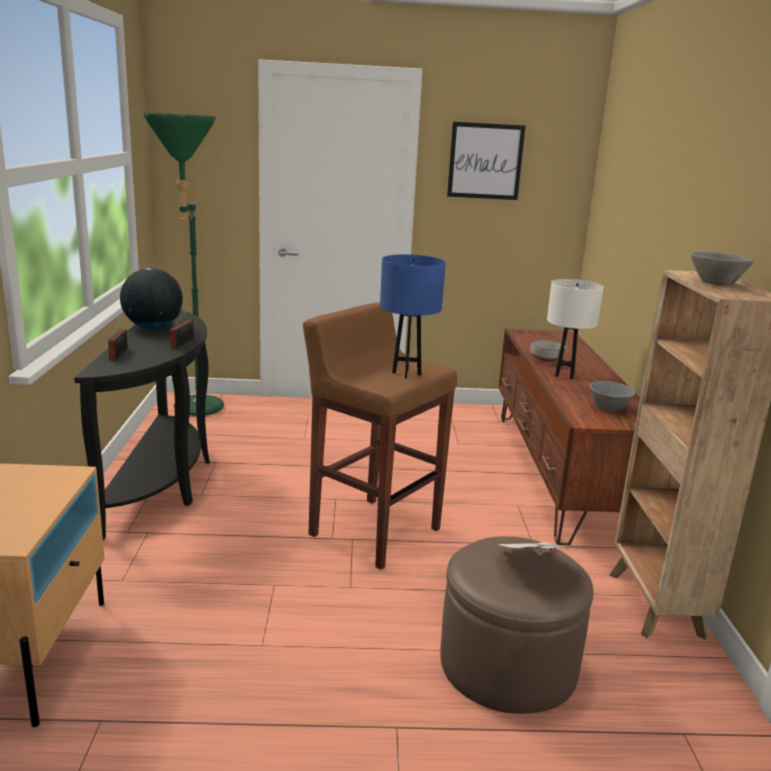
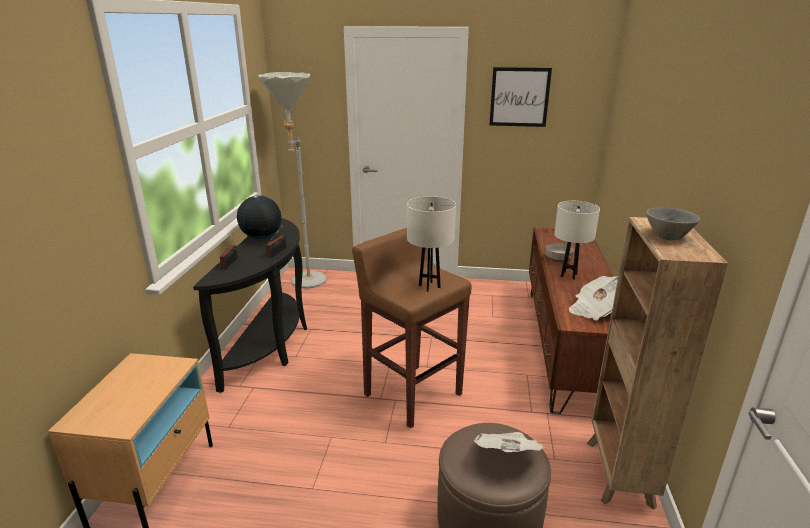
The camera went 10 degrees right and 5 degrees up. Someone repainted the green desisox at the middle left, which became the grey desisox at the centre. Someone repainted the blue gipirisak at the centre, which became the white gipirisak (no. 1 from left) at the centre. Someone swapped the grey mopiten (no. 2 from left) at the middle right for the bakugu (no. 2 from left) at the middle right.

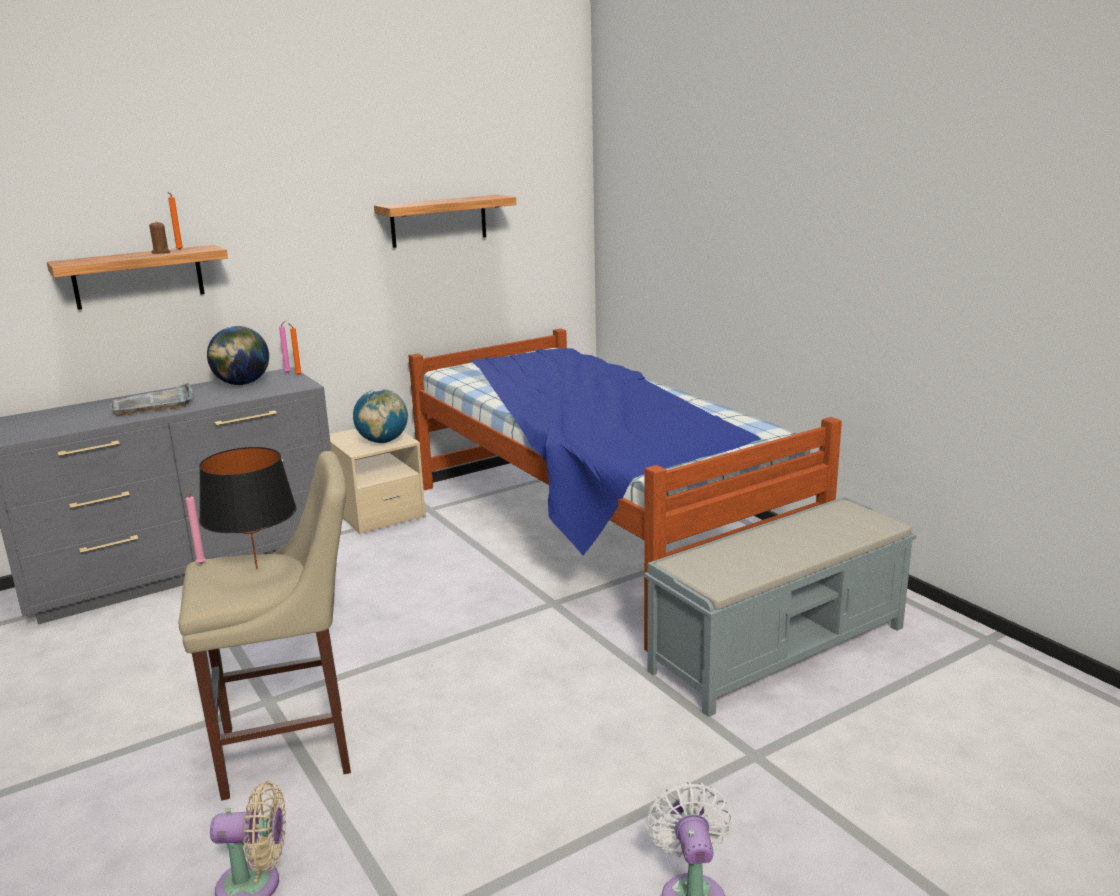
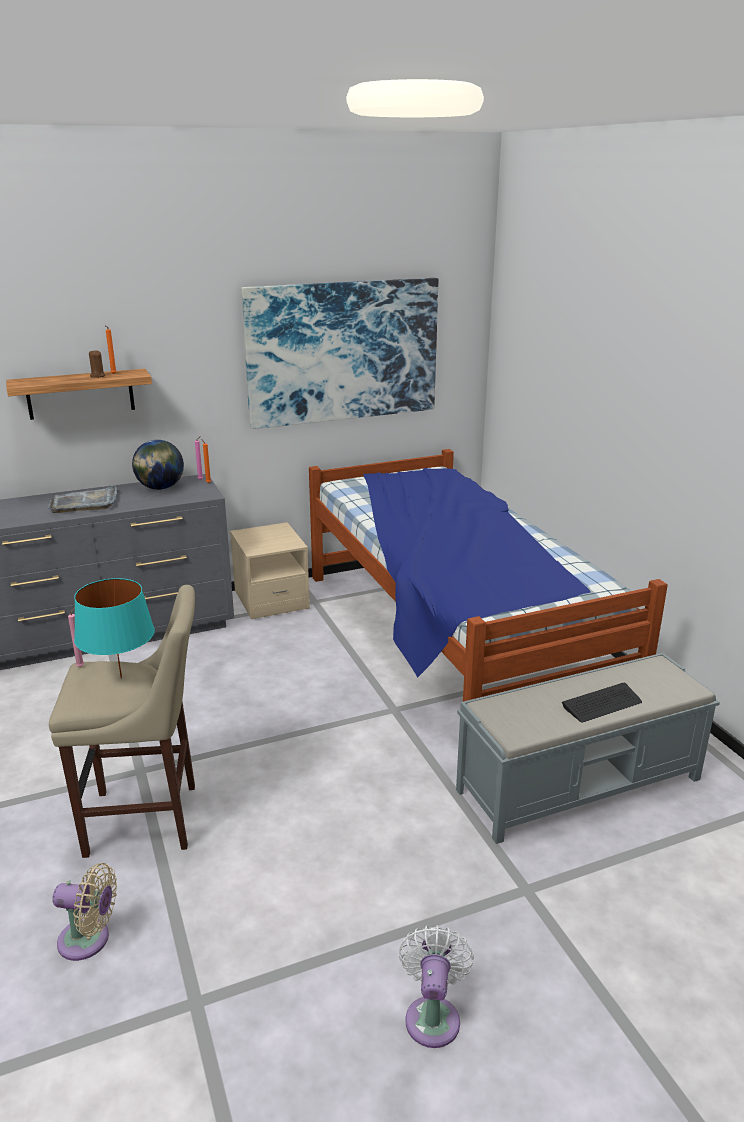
The camera went 10 degrees right and 5 degrees up. Someone swapped the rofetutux (no. 2 from left) at the top centre for the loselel at the top centre. Someone took away the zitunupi (no. 2 from left) at the centre. Someone repainted the black gipirisak at the middle left, which became the turquoise gipirisak at the middle left. Someone put down the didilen at the middle right.

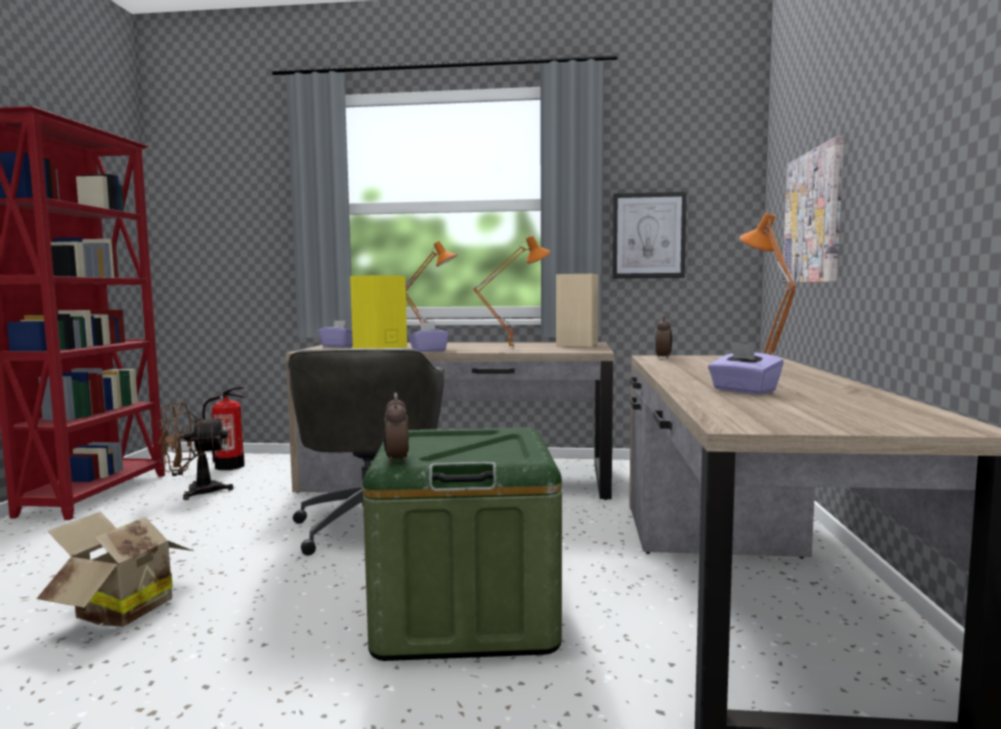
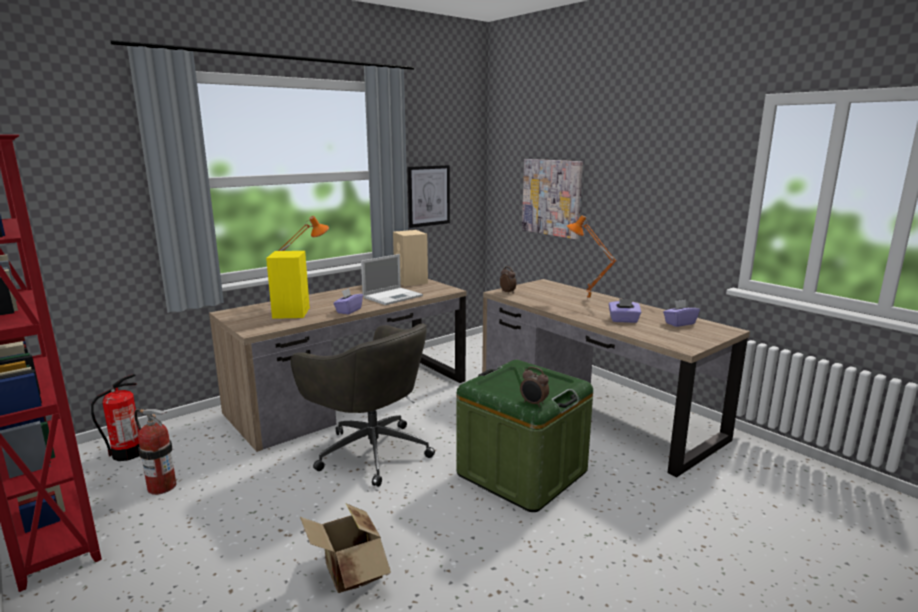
The camera went 45 degrees left and 10 degrees up. Someone swapped the orange gipirisak (no. 2 from left) at the centre for the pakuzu at the centre. Someone carried the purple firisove (no. 1 from left in the first image) from the centre to the middle right. Someone swapped the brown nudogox at the middle left for the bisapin (no. 2 from left) at the bottom left.

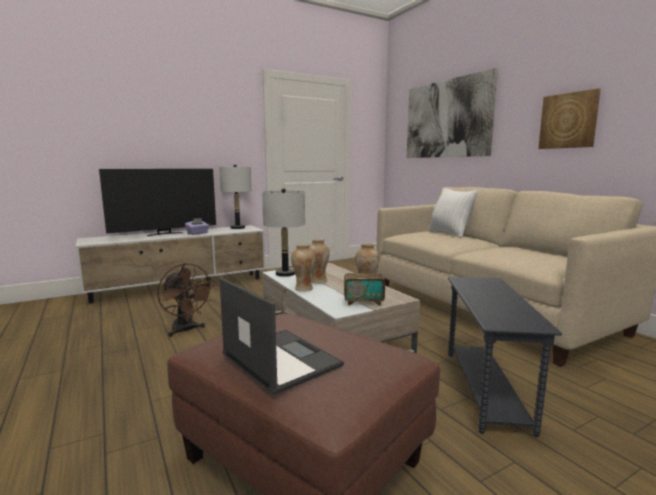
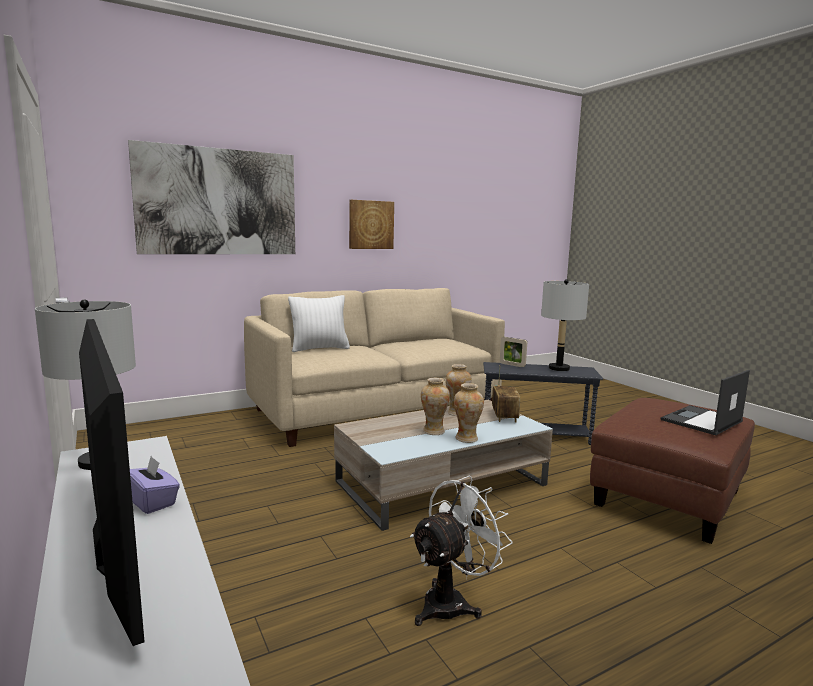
The camera went 90 degrees left and 0 degrees up. Someone carried the grey gipirisak (no. 2 from left) from the centre to the middle right. Someone repainted the brown nudogox at the middle left, which became the white nudogox at the bottom centre. Someone put down the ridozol at the centre.

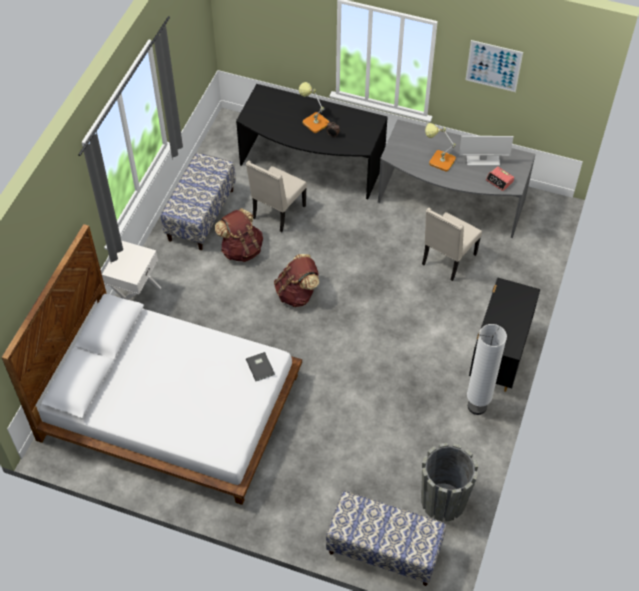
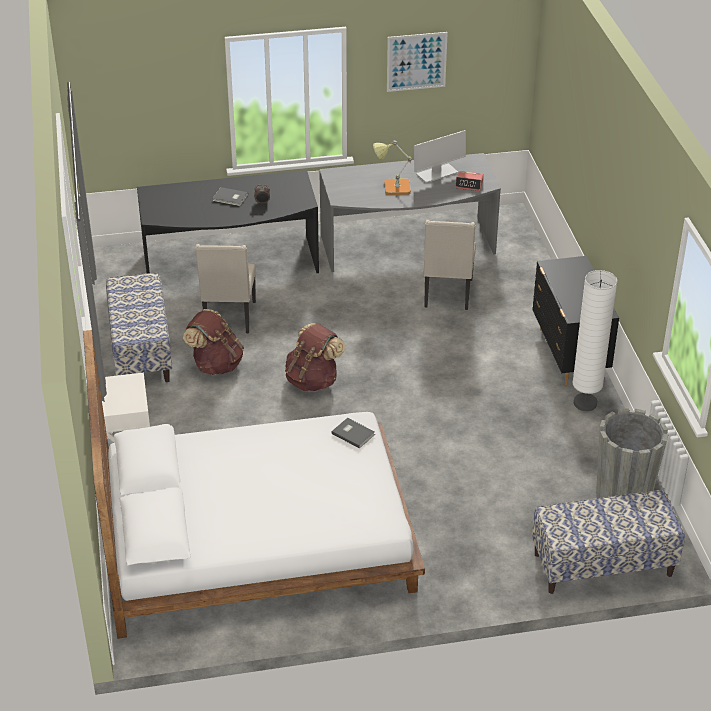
The camera went 30 degrees left and 15 degrees down. Someone swapped the gipirisak (no. 1 from left) at the top centre for the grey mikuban (no. 1 from left) at the top left.

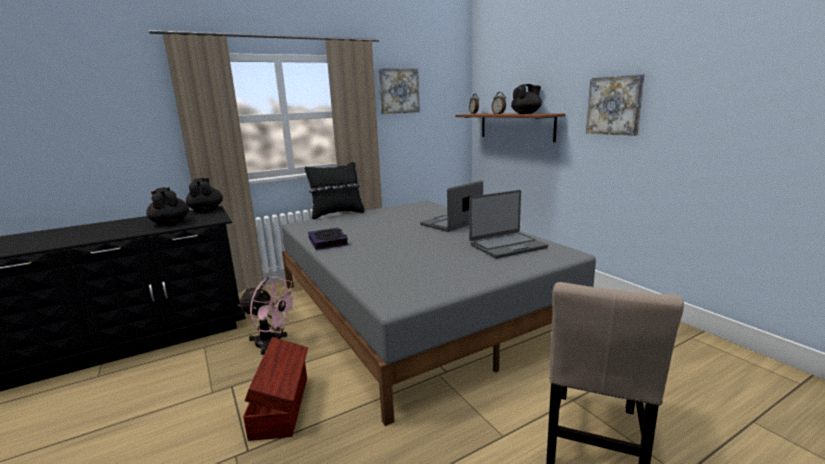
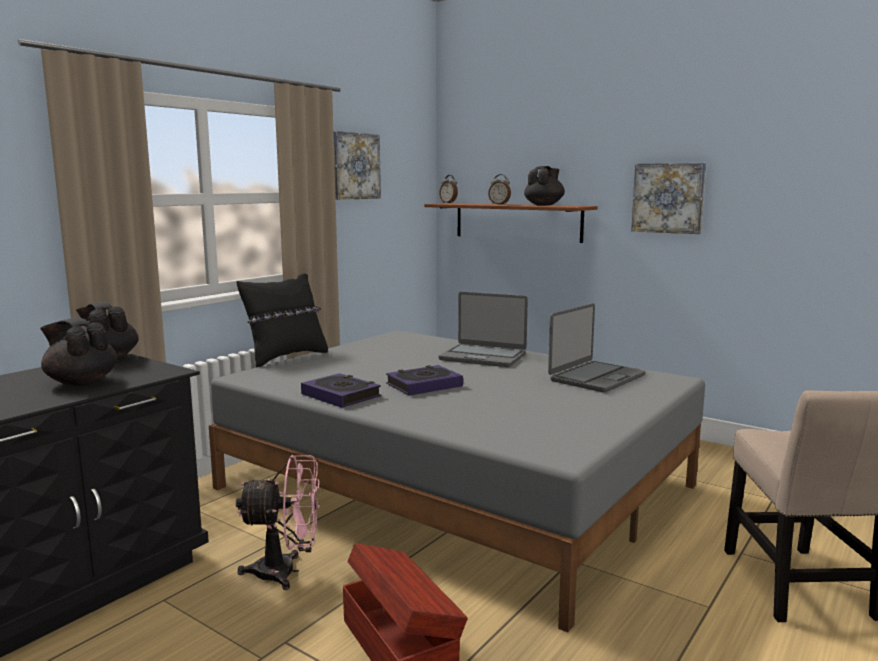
The camera went 25 degrees left and 5 degrees down. Someone rotated the pakuzu (no. 1 from left) at the centre by 90 degrees counterclockwise. Someone put down the mikuban (no. 2 from left) at the centre.

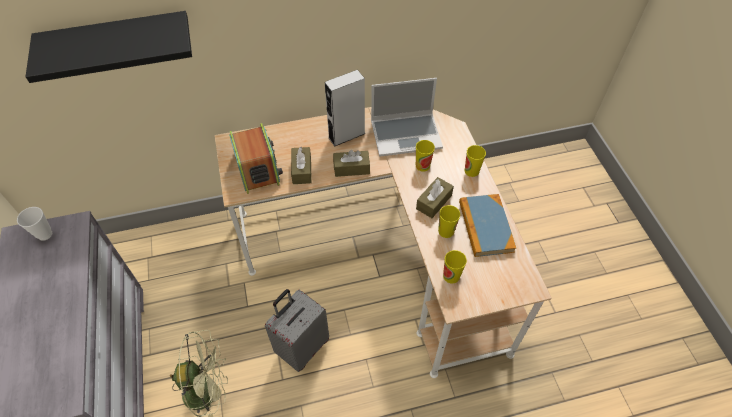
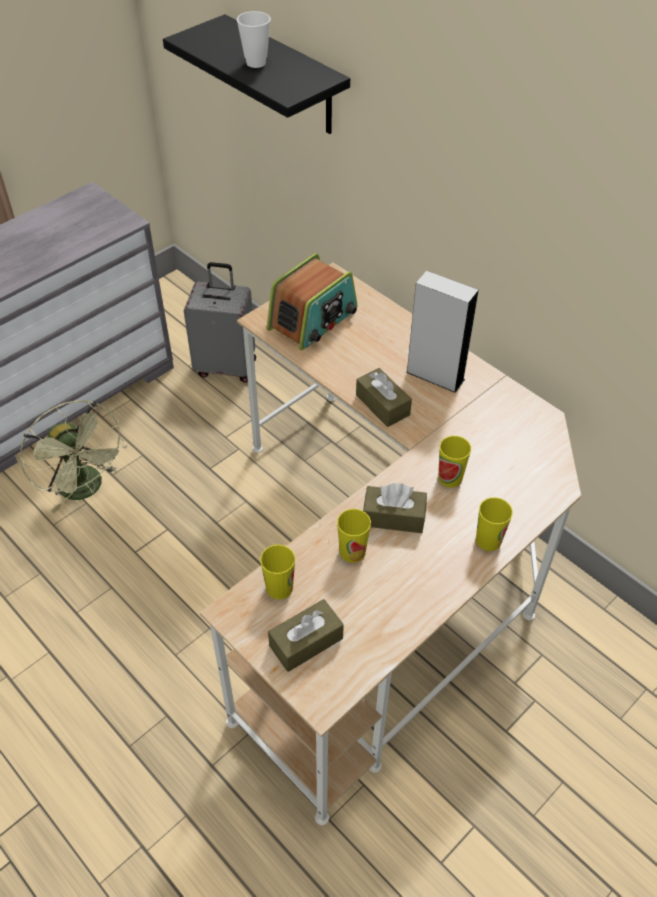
The camera went 60 degrees right and 5 degrees down. Someone took away the pakuzu at the top centre. Someone carried the brown firisove (no. 1 from left) from the centre to the bottom centre. Someone took away the mikuban at the centre. Someone carried the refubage (no. 1 from left) from the middle left to the top centre. Someone carried the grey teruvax from the bottom centre to the centre.

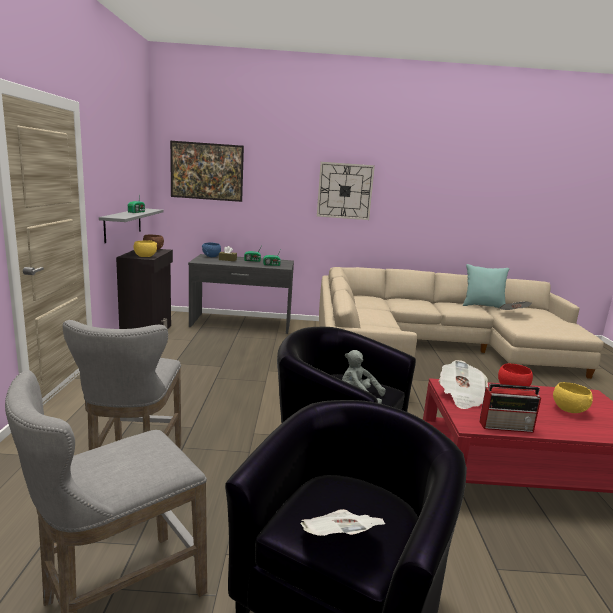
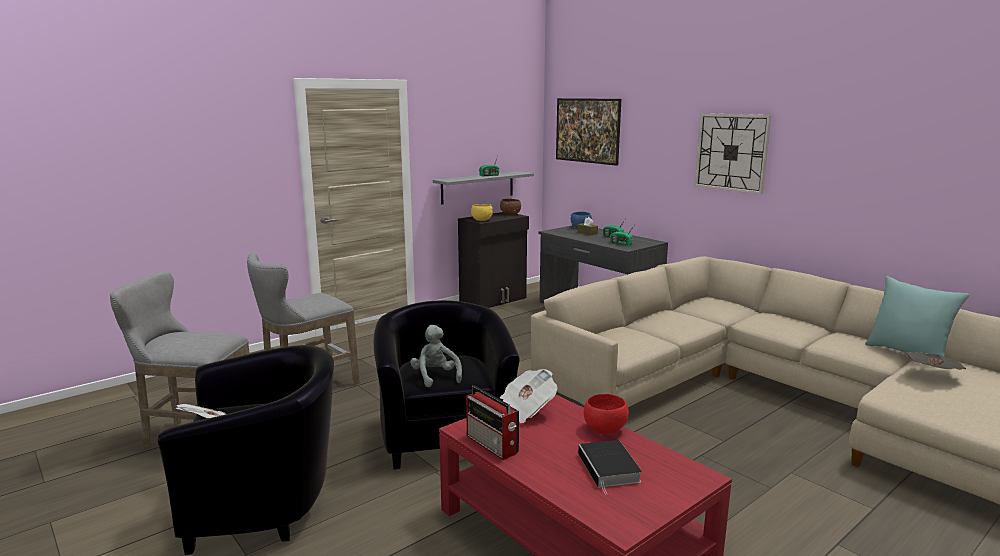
The camera went 50 degrees right and 0 degrees up. Someone swapped the yellow mopiten (no. 2 from left) at the middle right for the mikuban at the bottom centre.

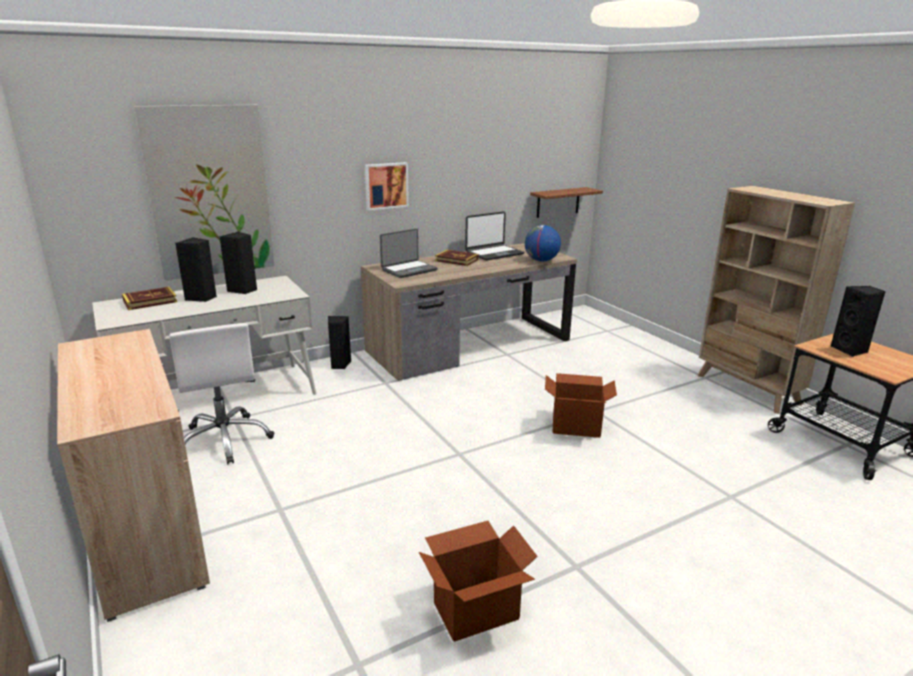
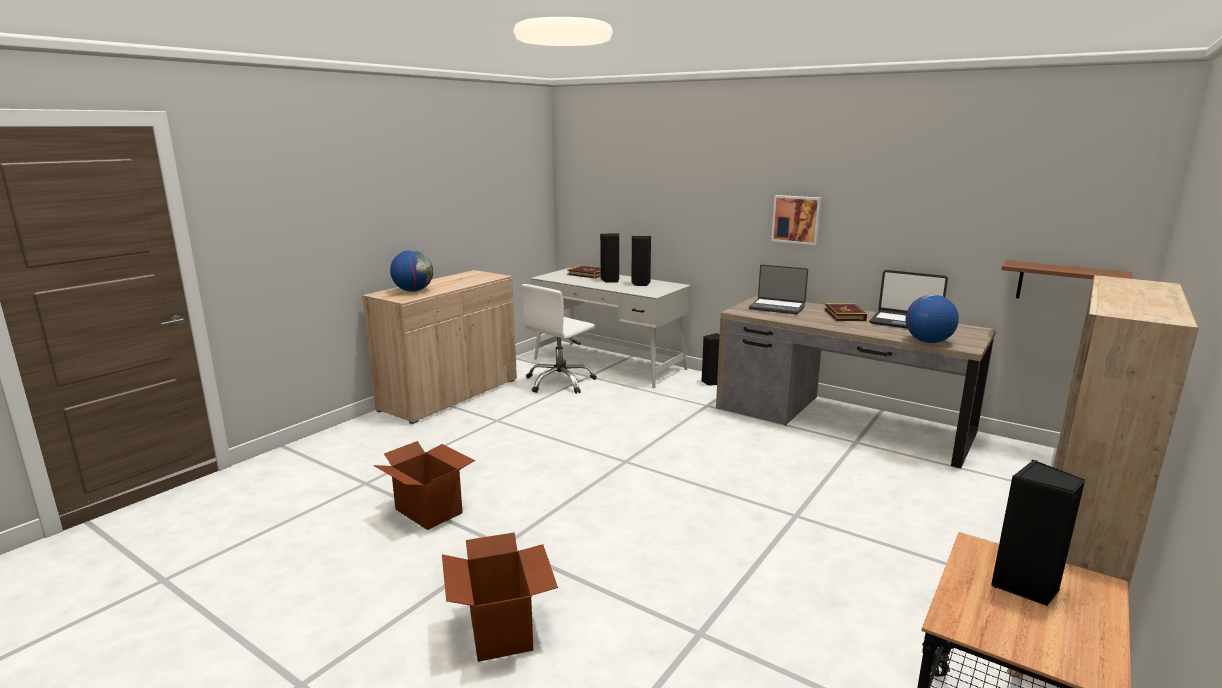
The camera went 65 degrees right and 5 degrees down. Someone took away the loselel (no. 1 from left) at the top left. Someone carried the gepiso (no. 2 from left) from the centre to the bottom centre. Someone put down the zitunupi (no. 1 from left) at the centre.

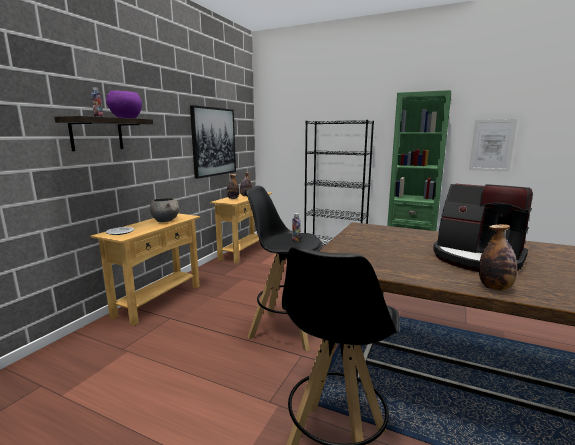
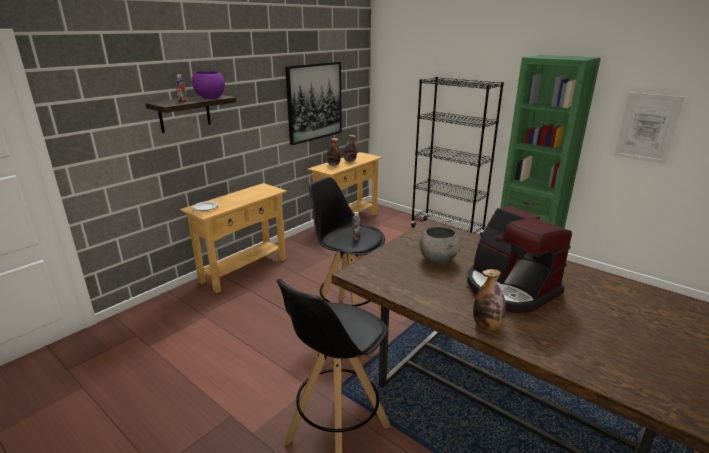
The camera went 15 degrees right and 10 degrees up. Someone carried the grey mopiten from the middle left to the centre.

